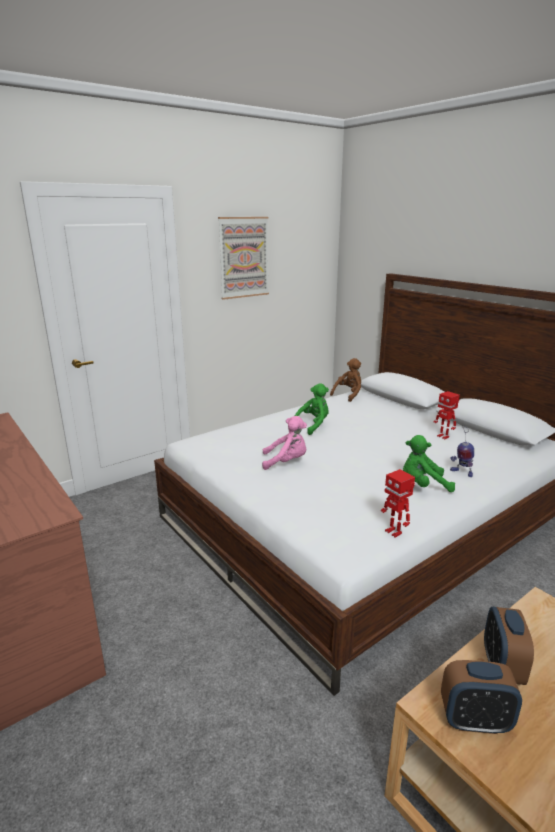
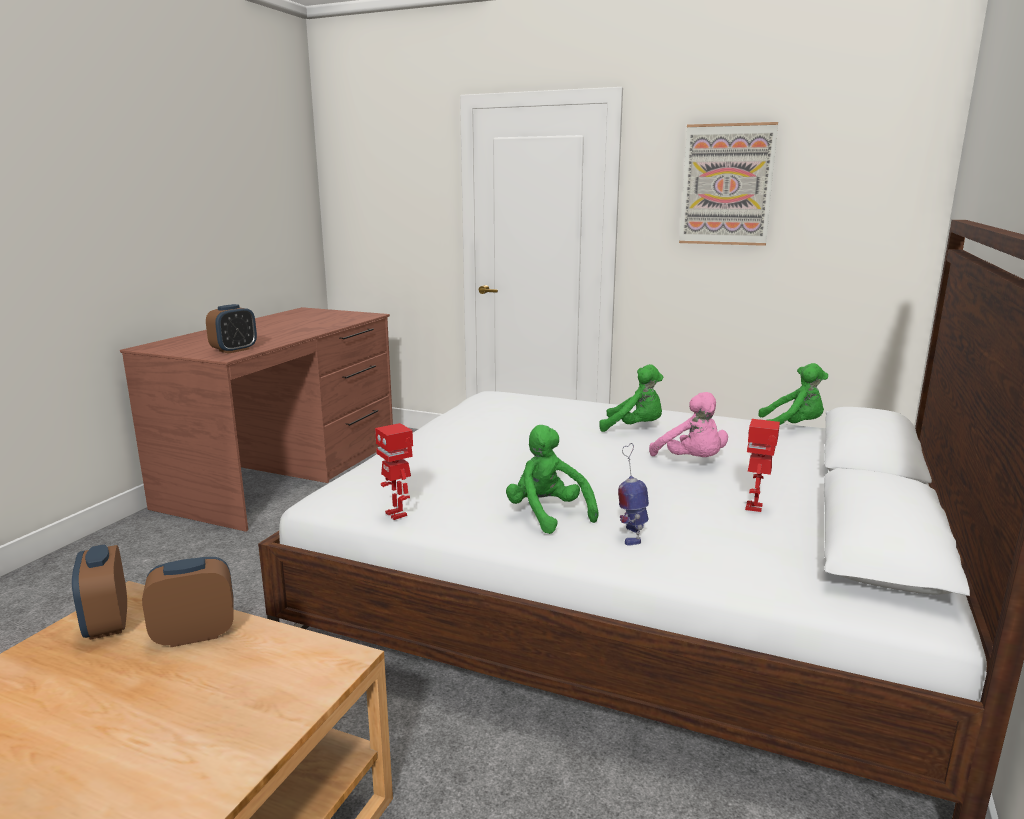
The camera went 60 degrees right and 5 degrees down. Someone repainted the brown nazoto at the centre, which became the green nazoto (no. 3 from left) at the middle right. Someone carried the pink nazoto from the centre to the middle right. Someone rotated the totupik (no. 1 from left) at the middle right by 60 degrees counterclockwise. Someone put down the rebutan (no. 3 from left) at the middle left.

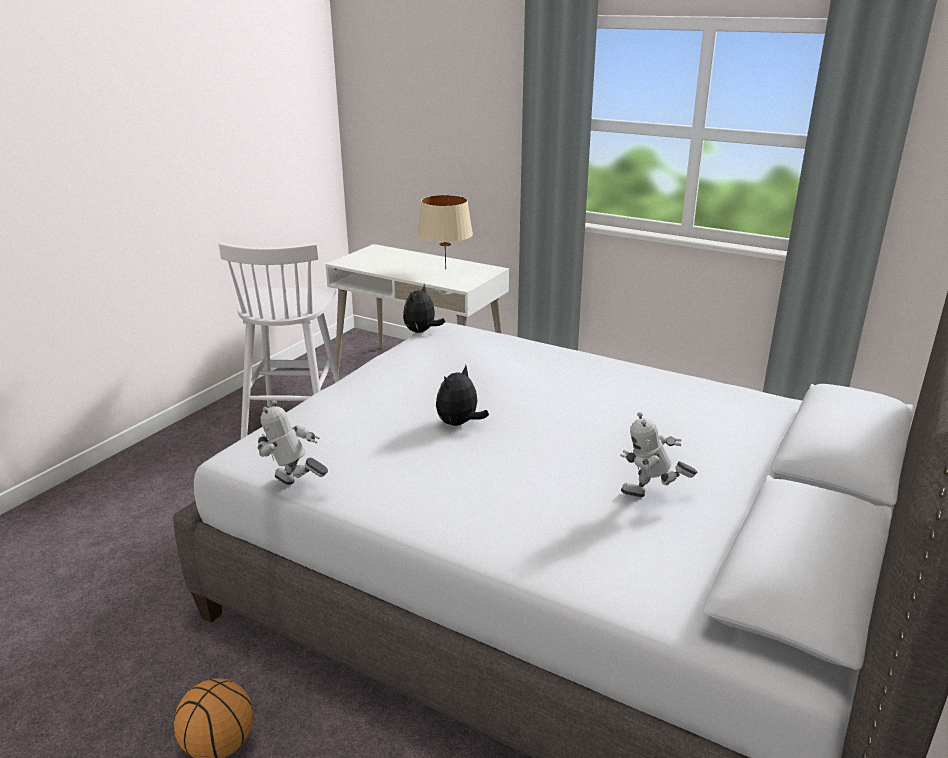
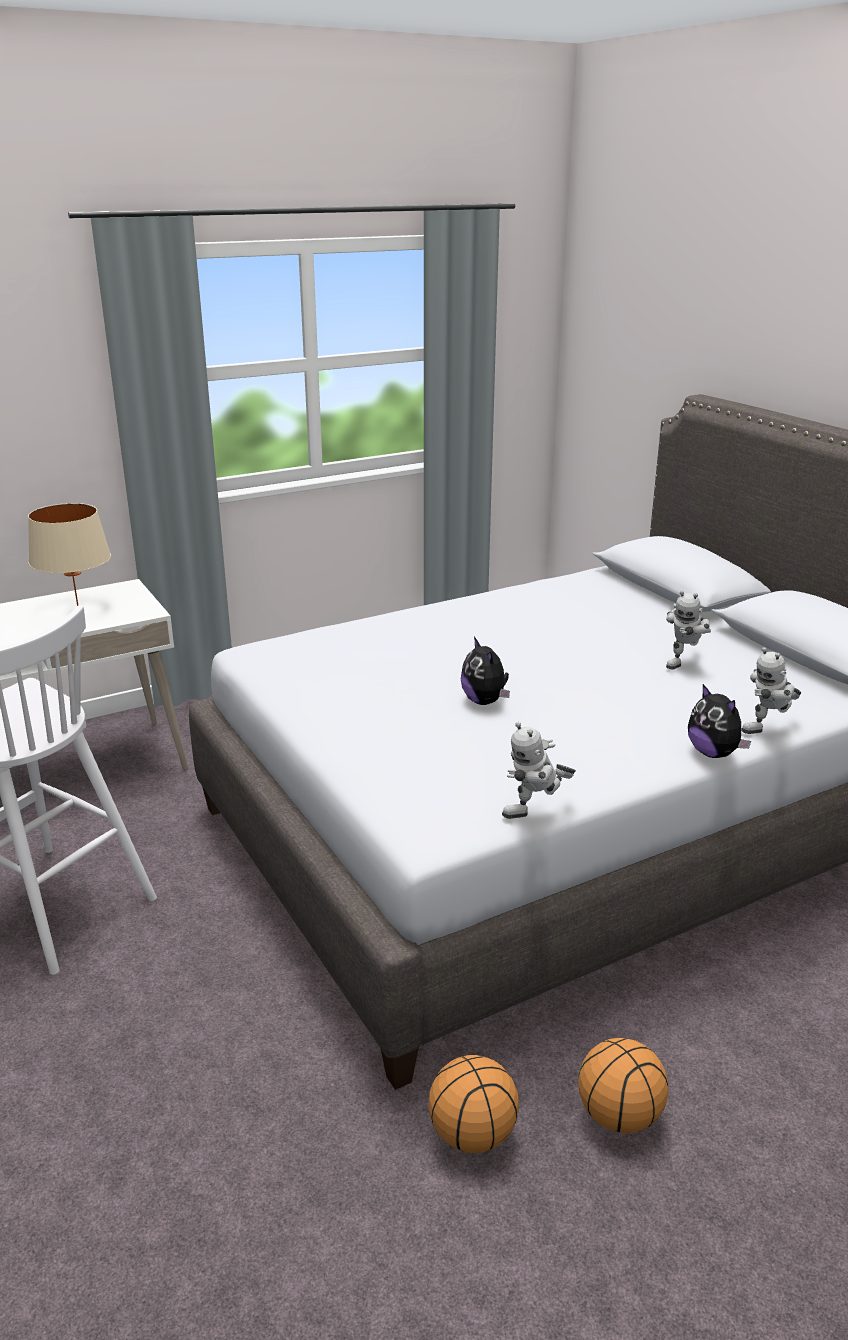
The camera went 60 degrees left and 0 degrees up. Someone carried the nazoto (no. 1 from left in the first image) from the centre to the middle right. Someone put down the totupik (no. 3 from left) at the middle right. Someone put down the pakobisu (no. 1 from left) at the bottom centre.

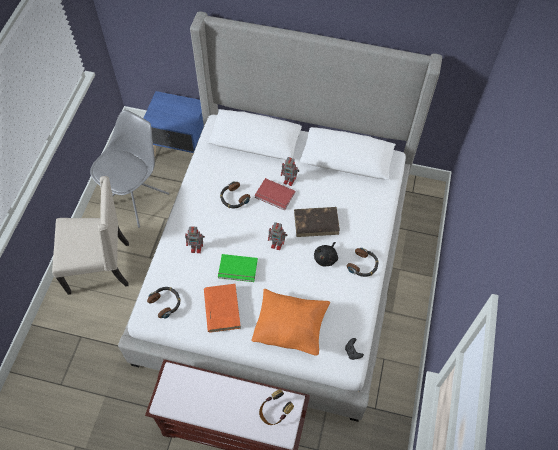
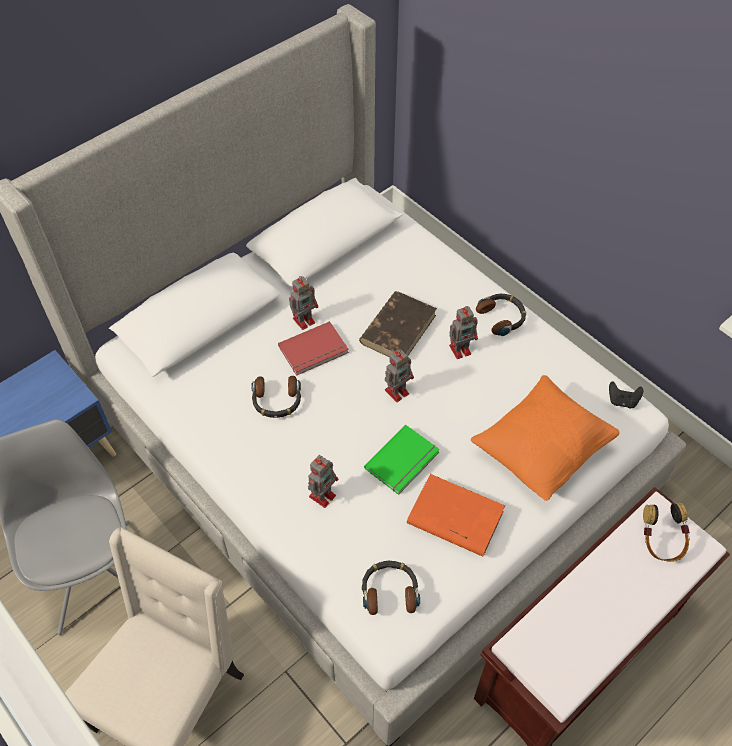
The camera went 55 degrees left and 5 degrees down. Someone swapped the black nazoto at the centre for the totupik (no. 4 from left) at the centre.

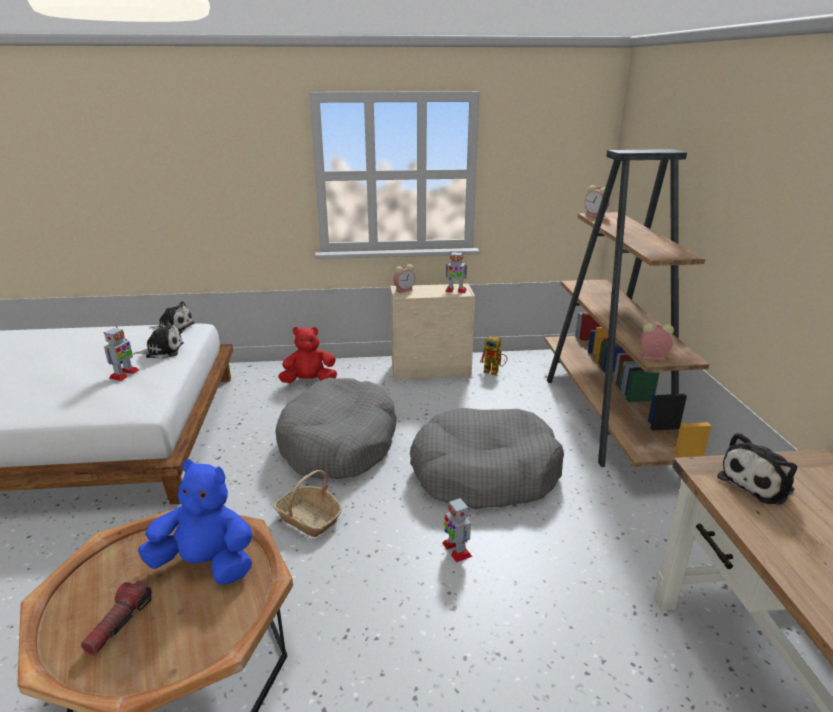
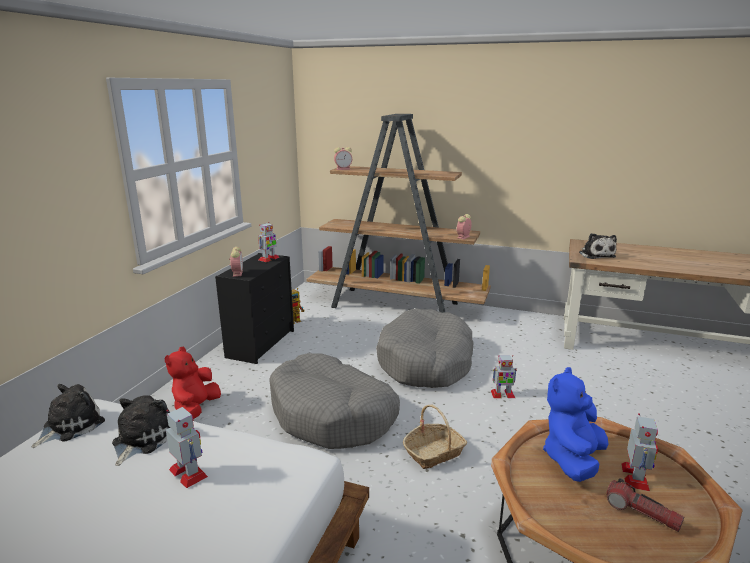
The camera went 65 degrees left and 5 degrees down. Someone repainted the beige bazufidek at the centre, which became the black bazufidek at the centre. Someone put down the totupik (no. 5 from left) at the bottom right.

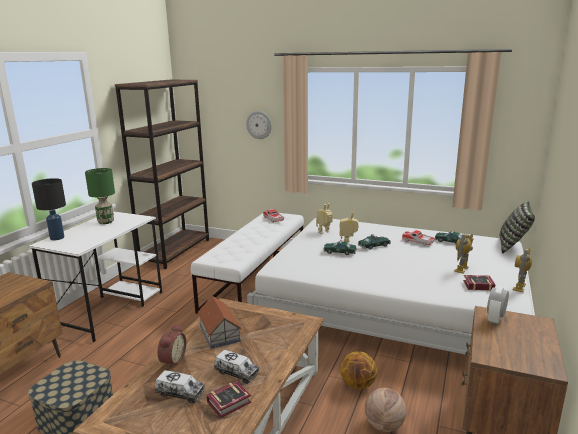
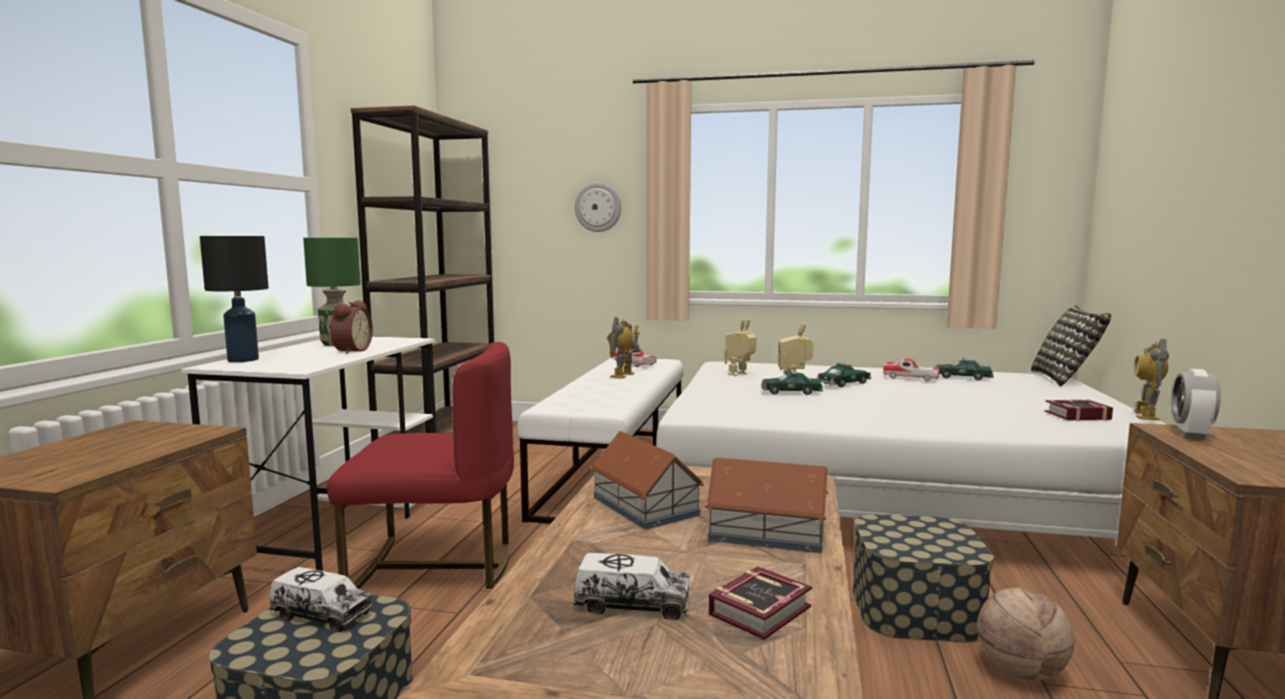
The camera went 10 degrees left and 10 degrees down. Someone carried the totupik (no. 3 from left in the first image) from the middle right to the centre. Someone carried the rebutan (no. 1 from left) from the bottom left to the middle left. Someone carried the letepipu (no. 2 from left in the first image) from the bottom centre to the bottom left. Someone swapped the pakobisu (no. 1 from left) at the bottom centre for the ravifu (no. 2 from left) at the bottom right. Someone put down the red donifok at the middle left. Someone put down the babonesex (no. 2 from left) at the bottom centre.

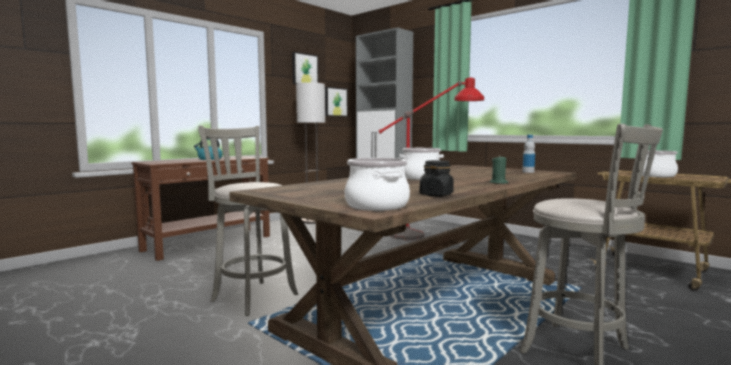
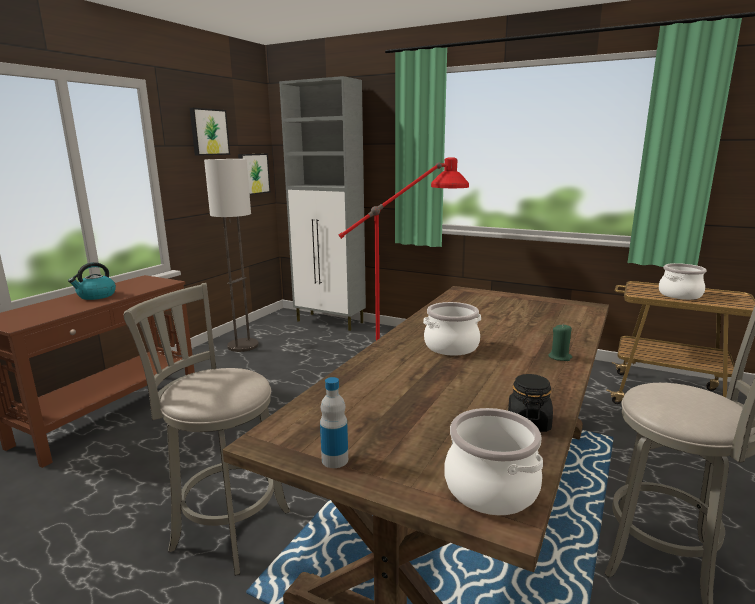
The camera went 15 degrees left and 10 degrees up. Someone carried the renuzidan from the middle right to the bottom centre.

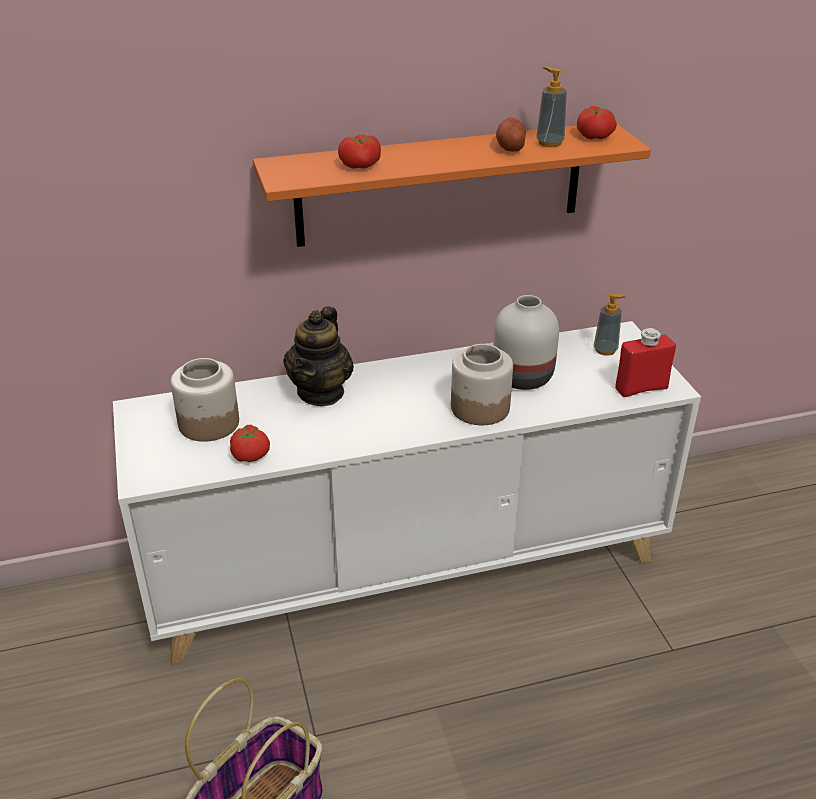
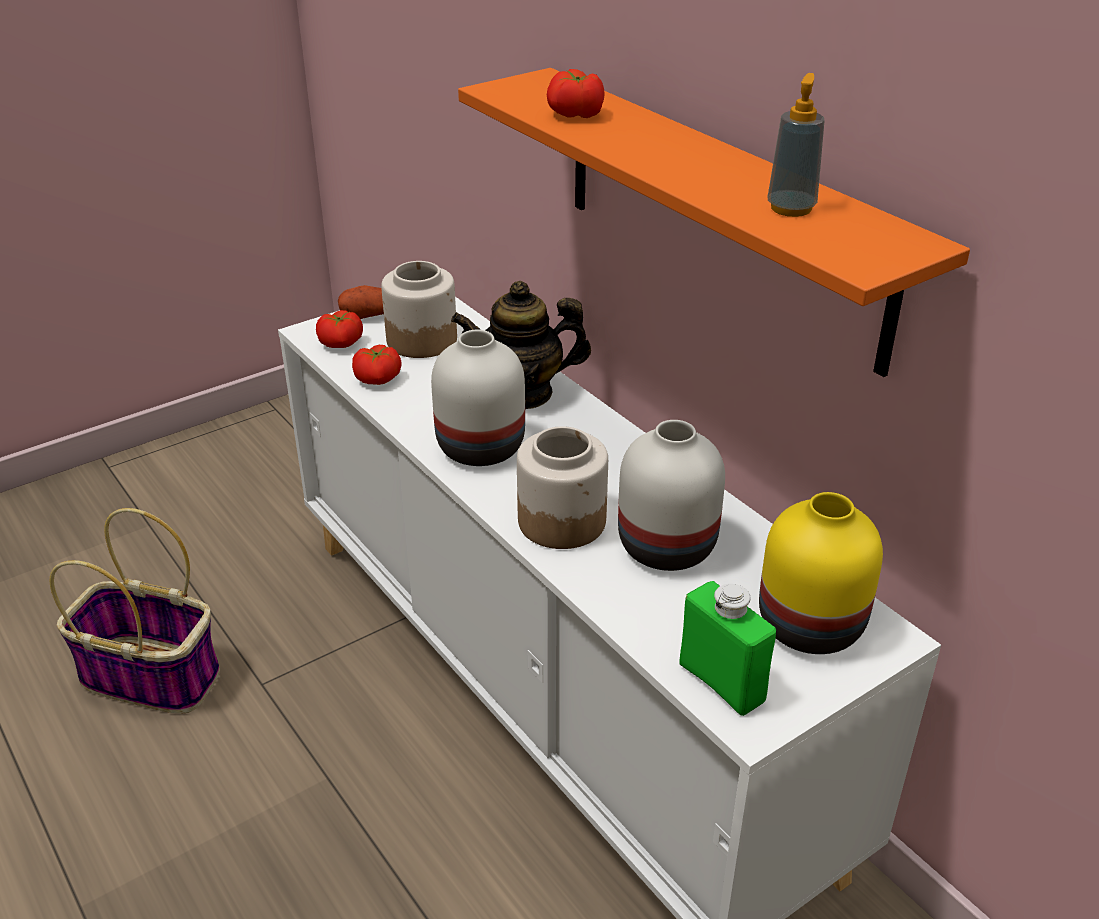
The camera went 70 degrees right and 0 degrees up. Someone carried the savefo (no. 3 from left in the first image) from the top right to the middle left. Someone carried the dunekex from the top centre to the top left. Someone swapped the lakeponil (no. 2 from left) at the middle right for the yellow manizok at the middle right. Someone repainted the red renuzidan at the middle right, which became the green renuzidan at the bottom centre. Someone put down the white manizok (no. 1 from left) at the centre.

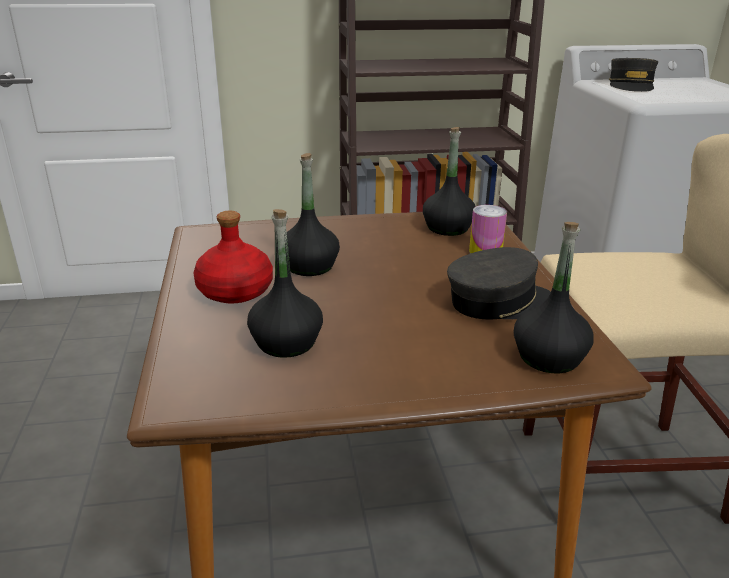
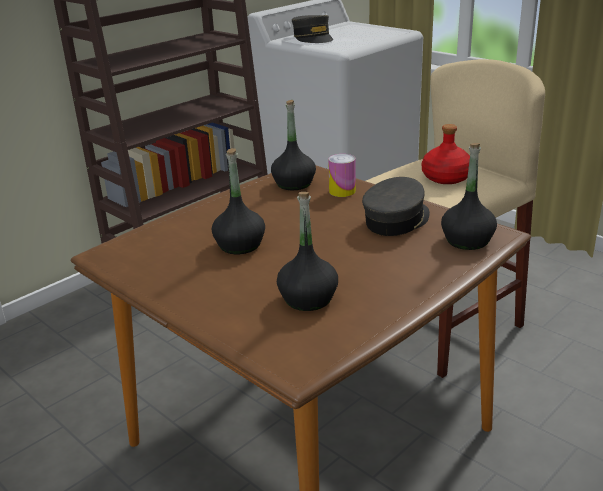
The camera went 35 degrees left and 0 degrees up. Someone carried the red renuzidan from the middle left to the top right.

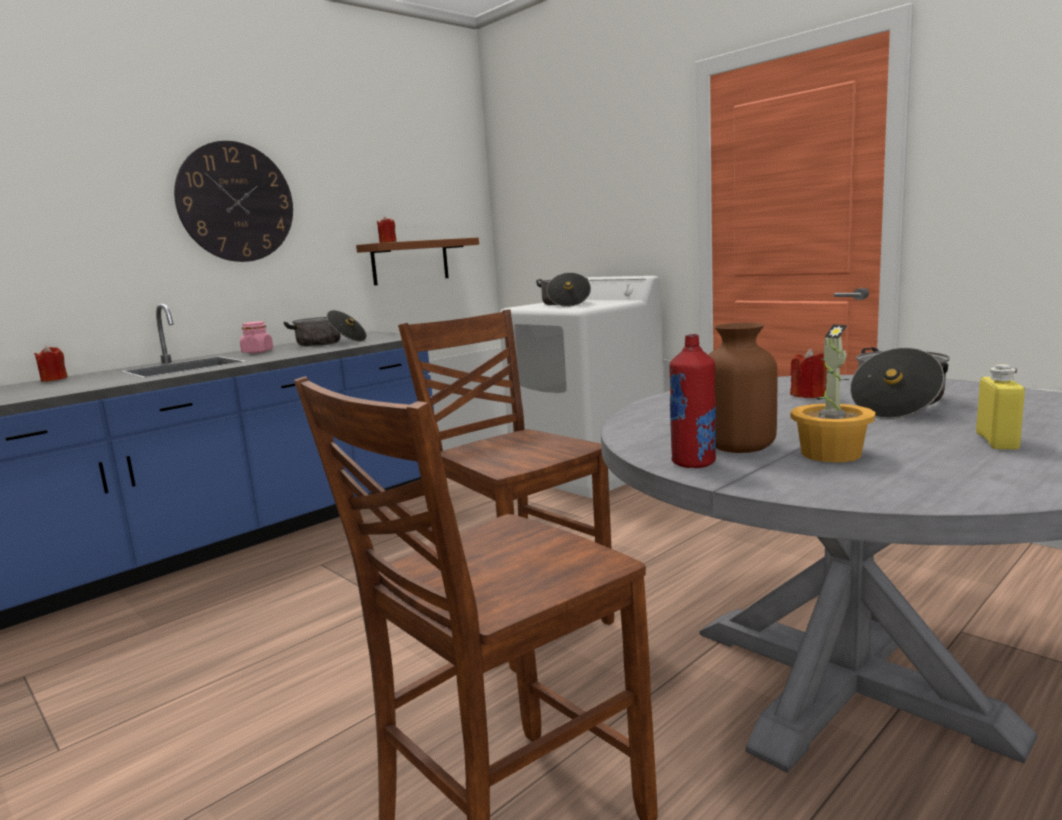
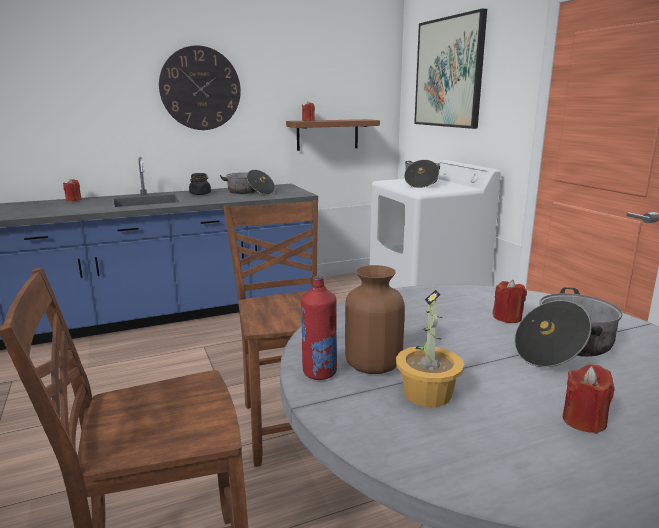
The camera went 20 degrees right and 5 degrees up. Someone repainted the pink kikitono at the middle left, which became the black kikitono at the middle left. Someone swapped the yellow renuzidan at the middle right for the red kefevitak (no. 4 from left) at the bottom right. Someone put up the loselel at the top right.

